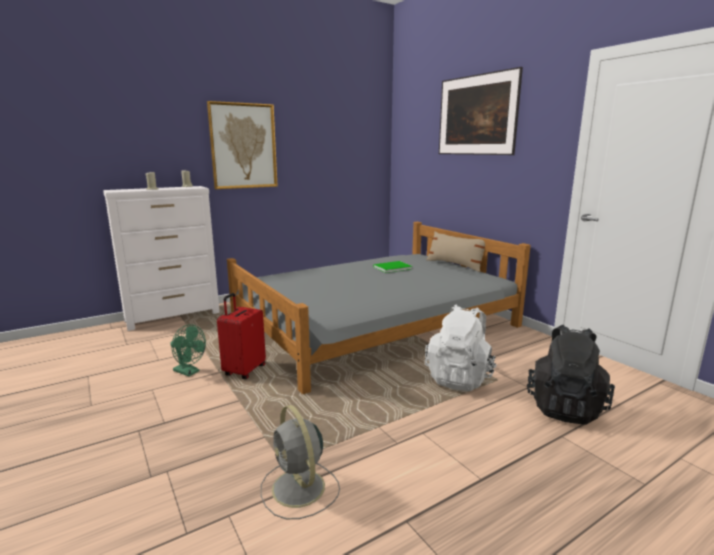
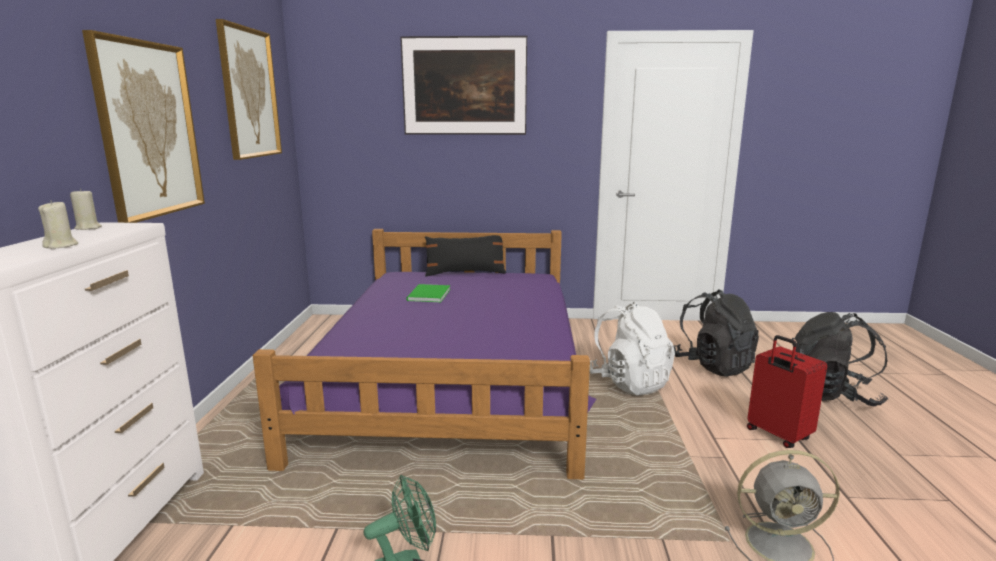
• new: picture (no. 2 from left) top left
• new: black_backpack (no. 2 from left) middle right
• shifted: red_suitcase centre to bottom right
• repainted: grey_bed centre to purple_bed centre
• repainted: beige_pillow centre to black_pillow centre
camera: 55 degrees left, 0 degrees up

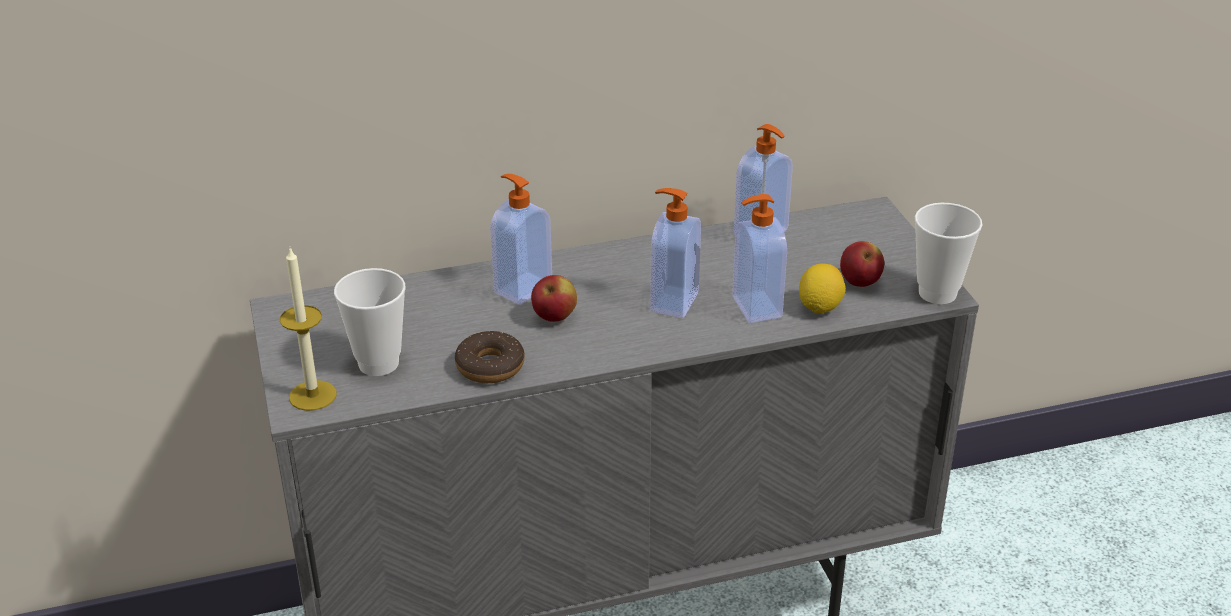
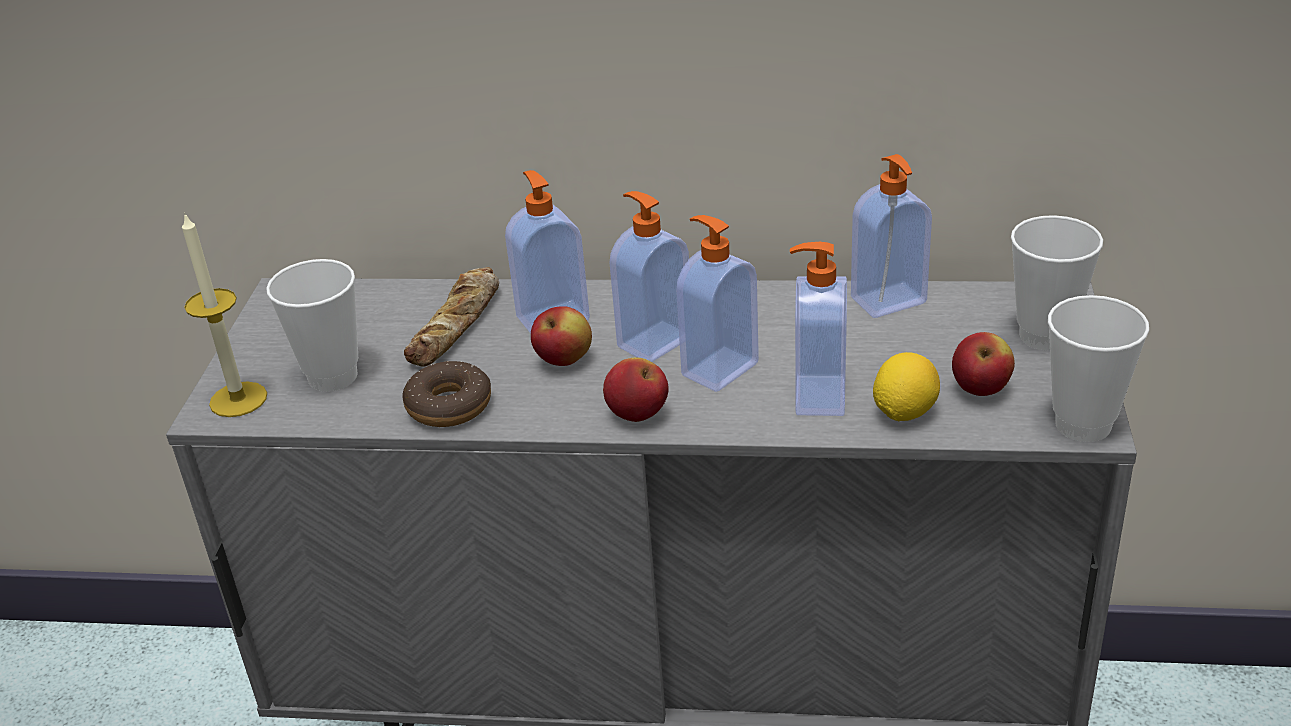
• new: bread centre
• new: apple (no. 2 from left) centre
• new: soap_dispenser (no. 2 from left) centre
• new: cup (no. 2 from left) middle right
camera: 25 degrees right, 0 degrees up

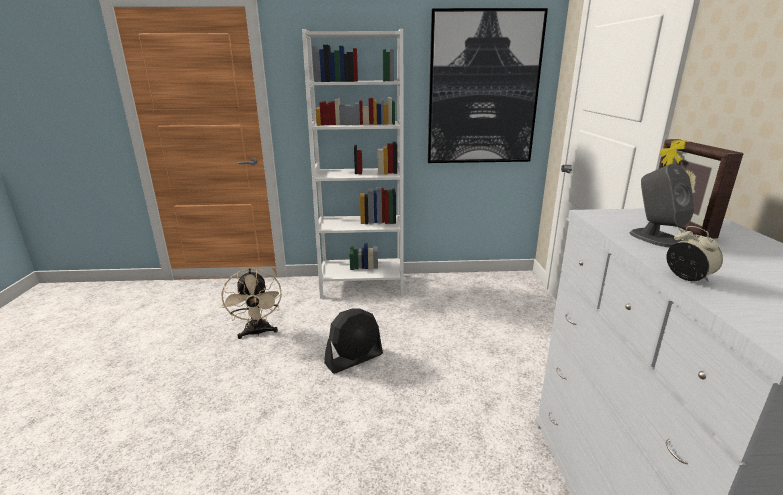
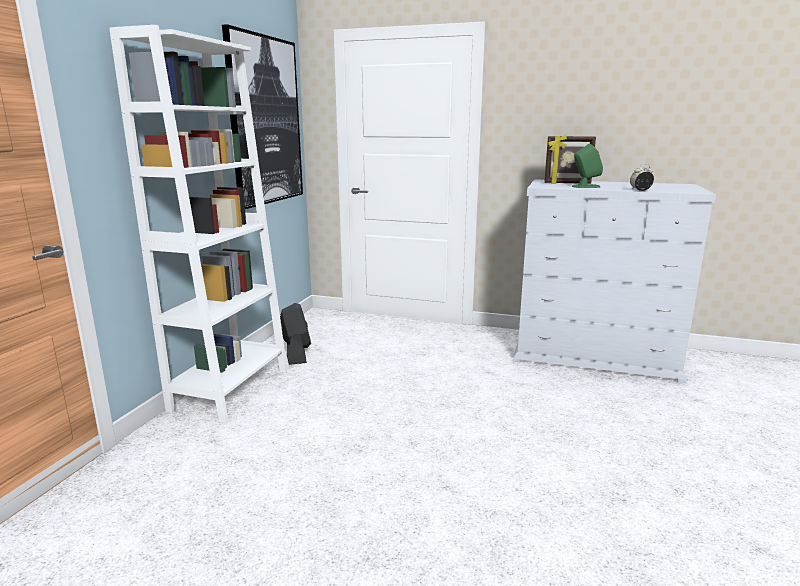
• gone: beige_fan middle left
• shifted: black_fan bottom centre to centre
• repainted: grey_speaker middle right to green_speaker top right
camera: 70 degrees left, 5 degrees down

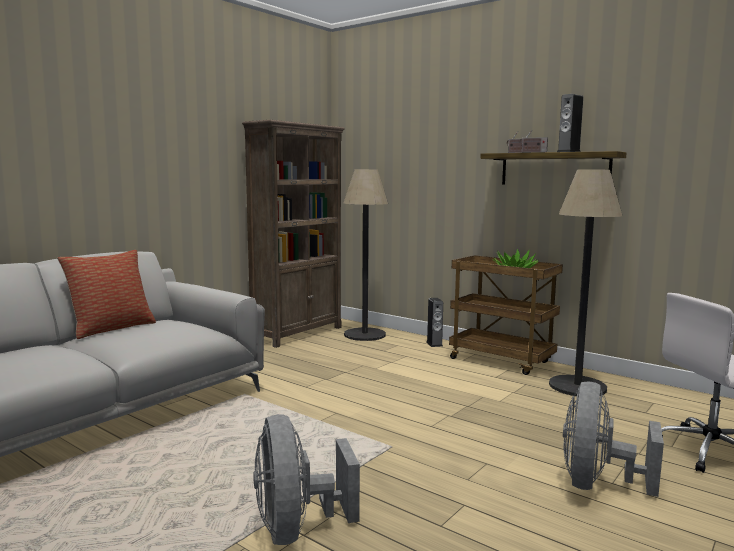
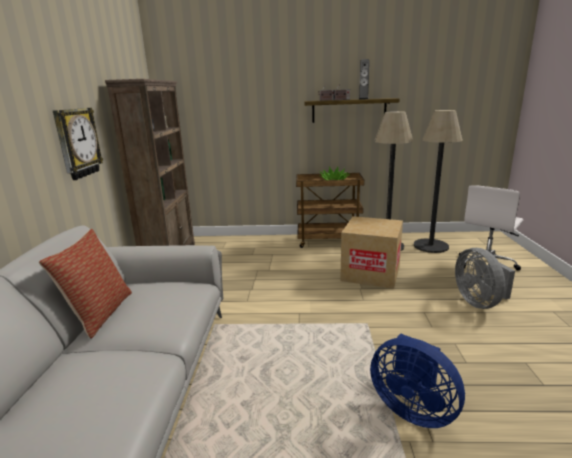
• gone: speaker (no. 1 from left) centre
• new: wall_clock top left
• new: cardboard_box centre
• shifted: floor_lamp (no. 1 from left in the first image) centre to floor_lamp (no. 2 from left) middle right
• repainted: grey_fan (no. 1 from left) bottom centre to blue_fan bottom right
camera: 35 degrees left, 10 degrees up

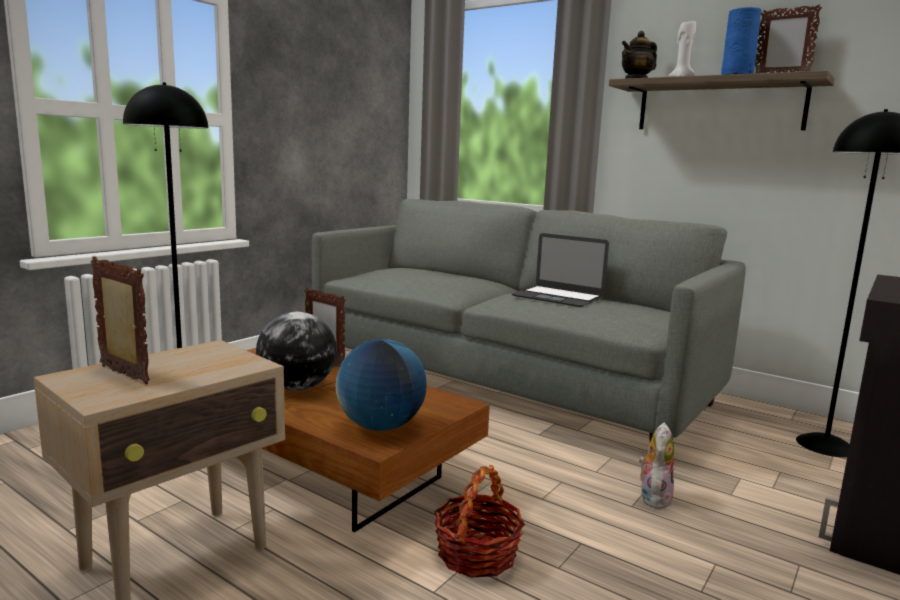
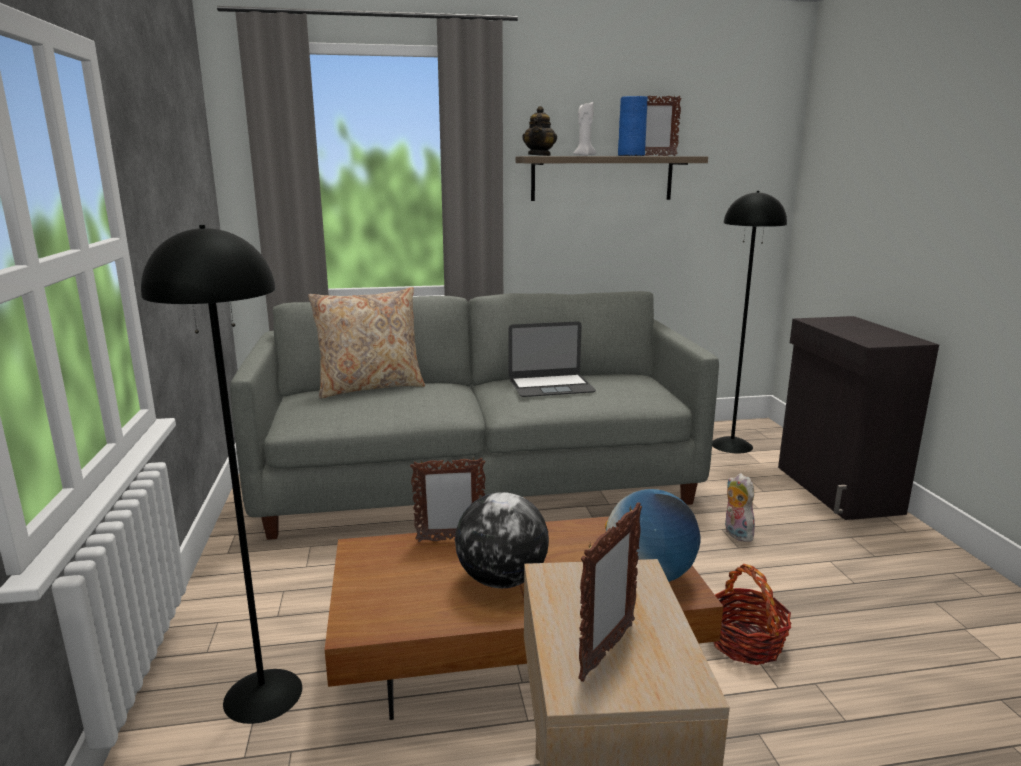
• new: beige_pillow centre
• rotated: picture_frame (no. 1 from left in the first image) middle left = bottom centre 135 degrees clockwise
camera: 45 degrees left, 5 degrees up

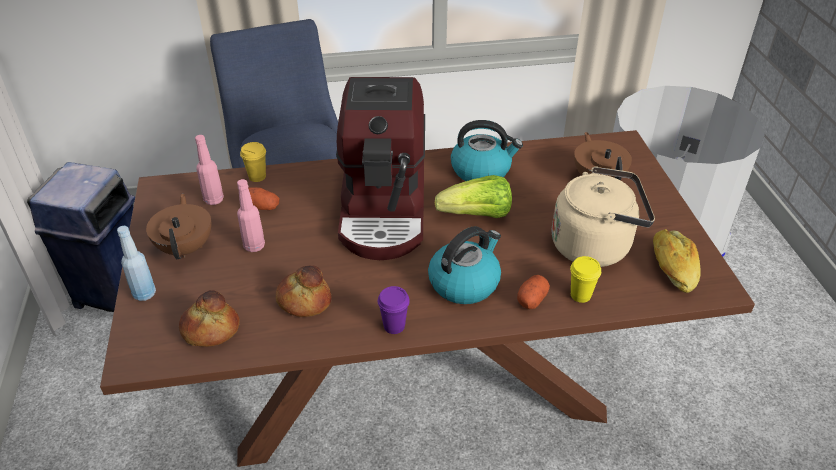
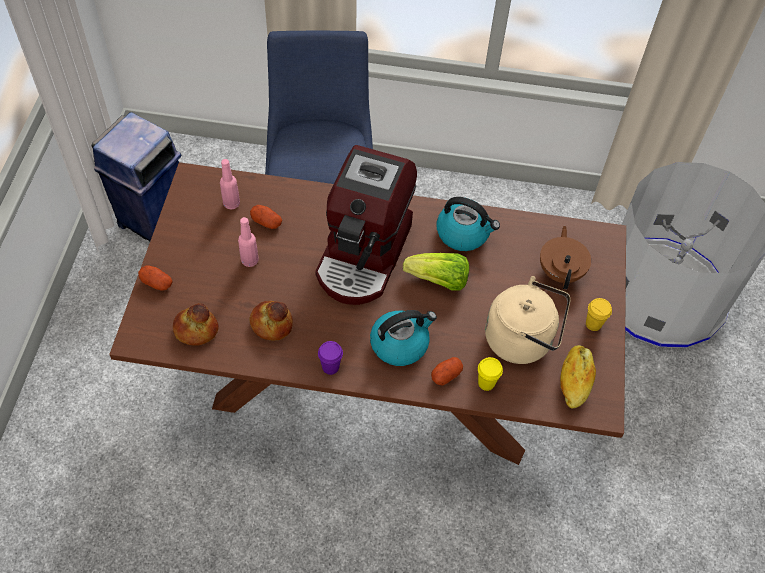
• gone: brown_teapot (no. 1 from left) middle left
• shifted: yellow_cup (no. 1 from left in the first image) middle left to yellow_cup (no. 2 from left) middle right
• swapped: blue_bottle middle left to potato (no. 1 from left) middle left
camera: 15 degrees right, 15 degrees up

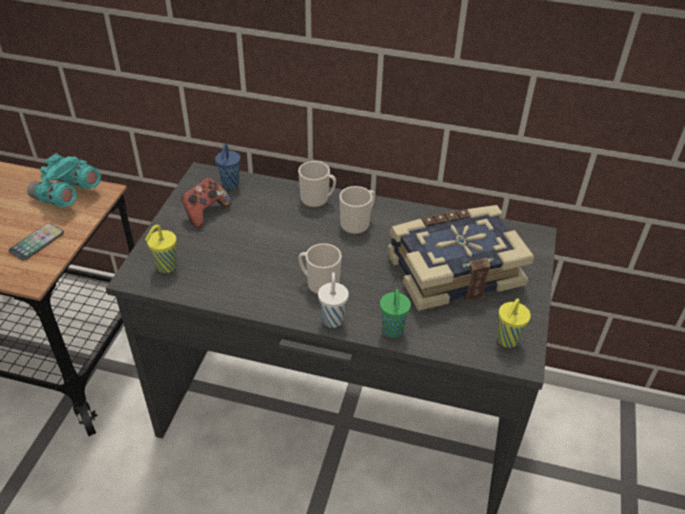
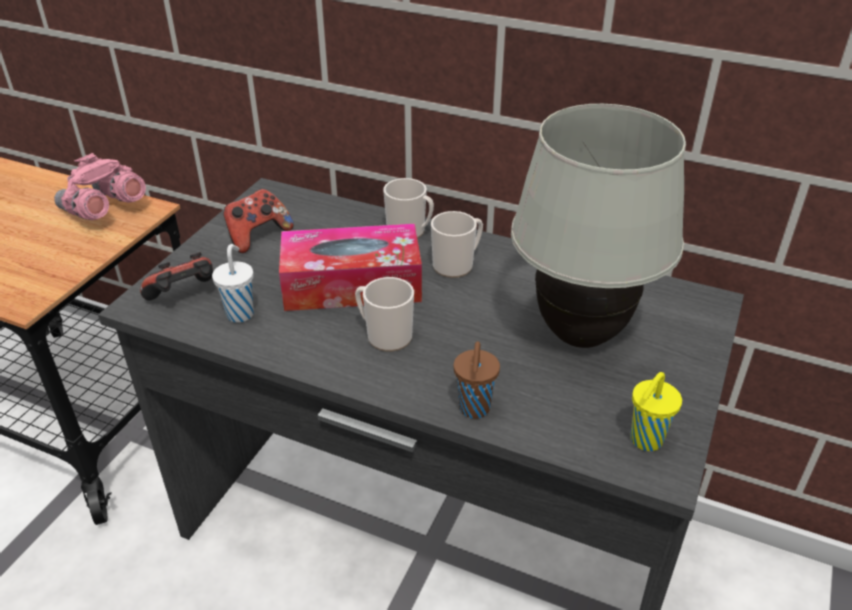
• gone: phone middle left
• gone: blue_cup top left
• new: tissue_box centre
• shifted: white_cup centre to middle left
• swapped: yellow_cup (no. 1 from left) middle left to game_controller (no. 1 from left) middle left
• swapped: book middle right to white_table_lamp middle right
• repainted: turquoise_binoculars middle left to pink_binoculars top left
• repainted: green_cup centre to brown_cup centre
camera: 10 degrees right, 5 degrees down

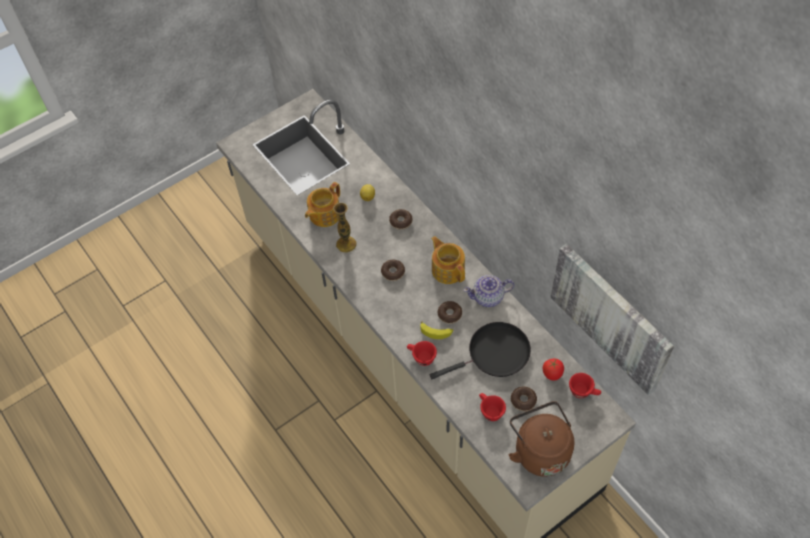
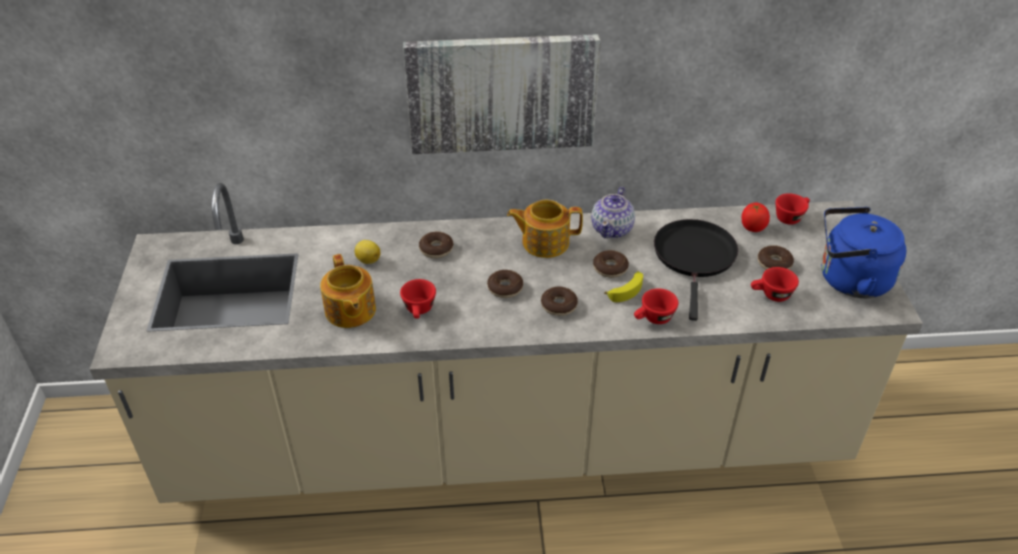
• new: donut (no. 3 from left) centre
• shifted: picture middle right to top centre
• swapped: vase centre to red_cup (no. 1 from left) centre
• repainted: brown_kettle bottom right to blue_kettle middle right
camera: 60 degrees left, 15 degrees down

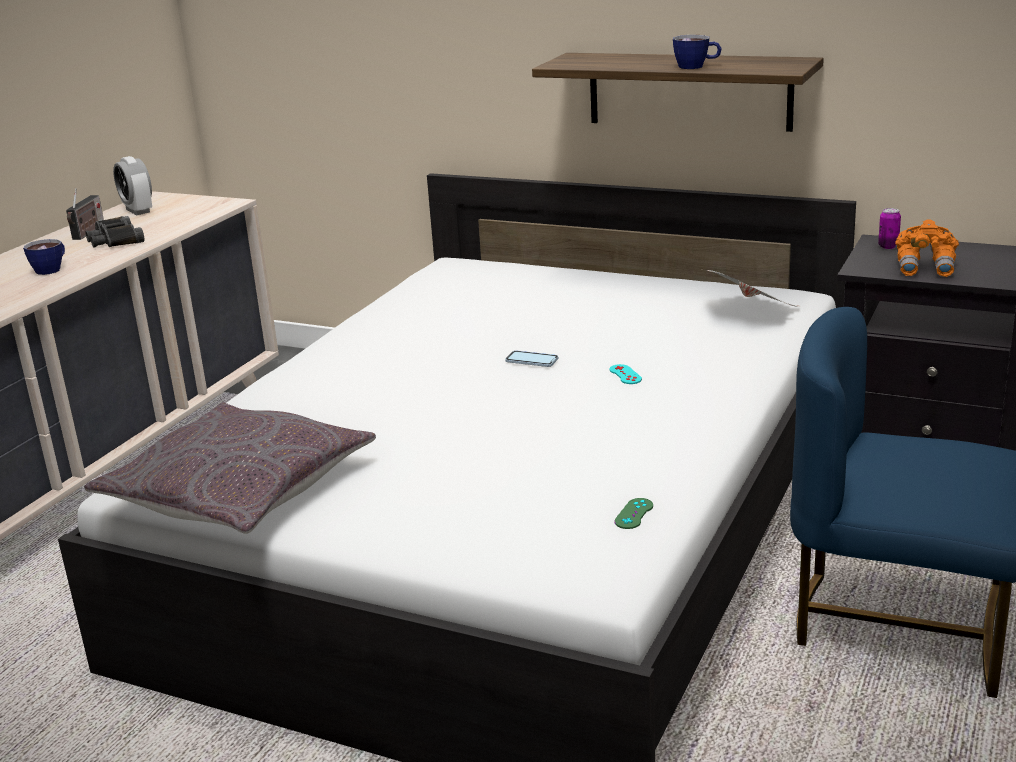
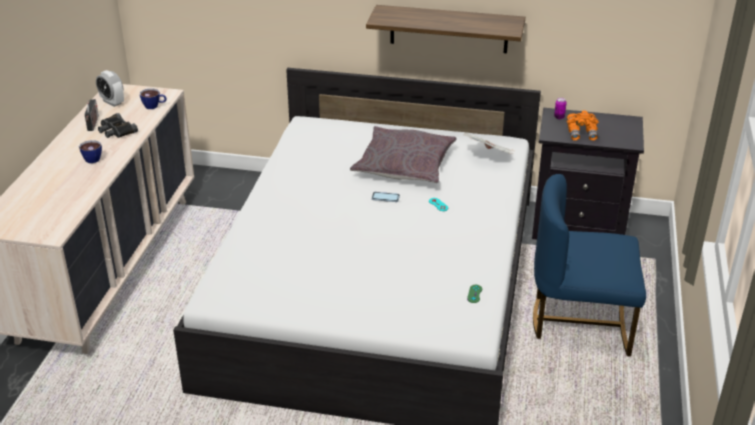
• shifted: grey_pillow middle left to centre
• shifted: cup (no. 2 from left) top right to top left
camera: 15 degrees left, 10 degrees up

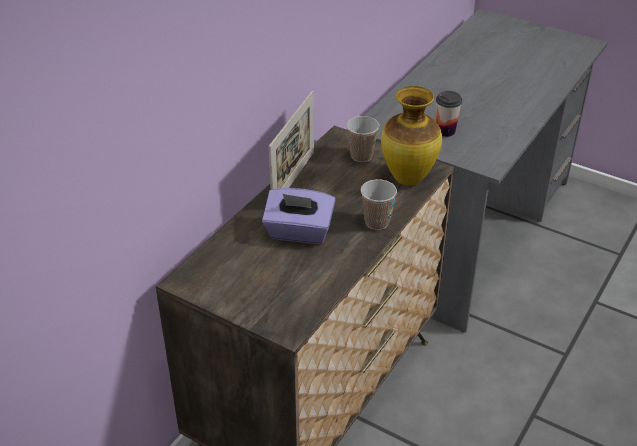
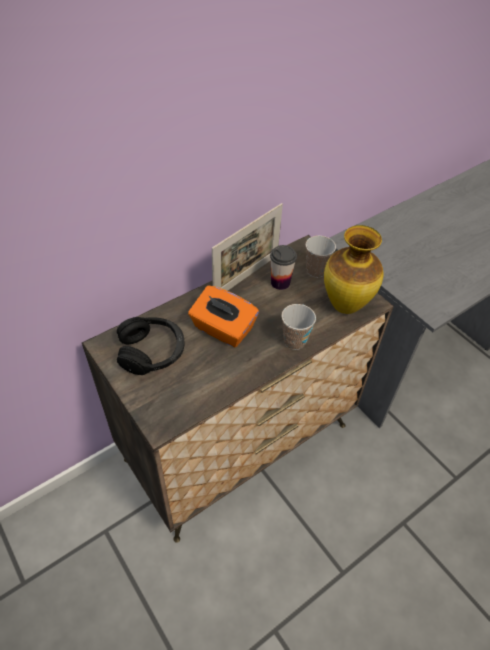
• new: black_headphones middle left
• shifted: cup (no. 3 from left in the first image) top right to cup (no. 1 from left) centre
• repainted: purple_tissue_box centre to orange_tissue_box centre
camera: 20 degrees right, 10 degrees up

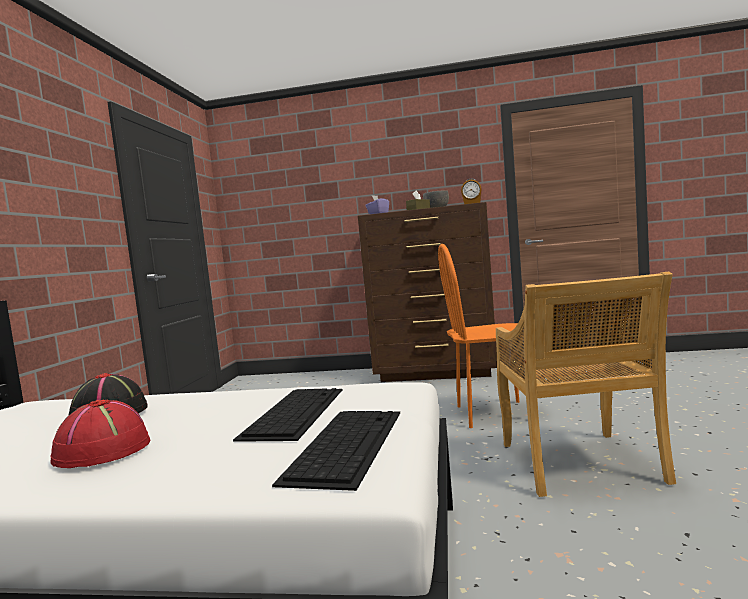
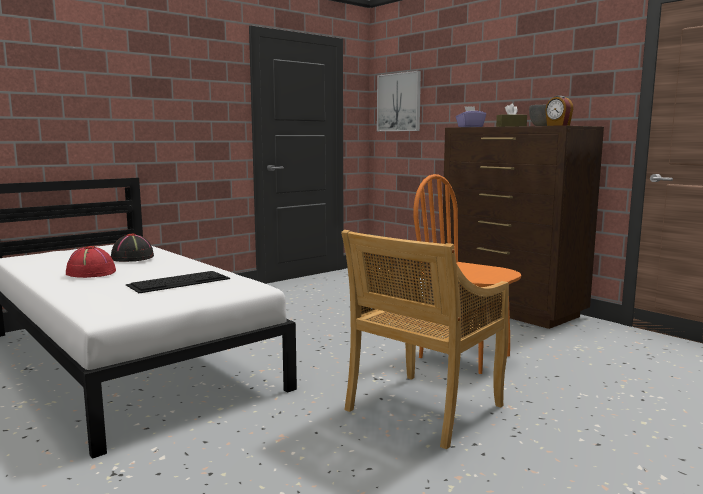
• gone: keyboard (no. 2 from left) bottom centre
• new: picture top centre
camera: 40 degrees right, 5 degrees up

